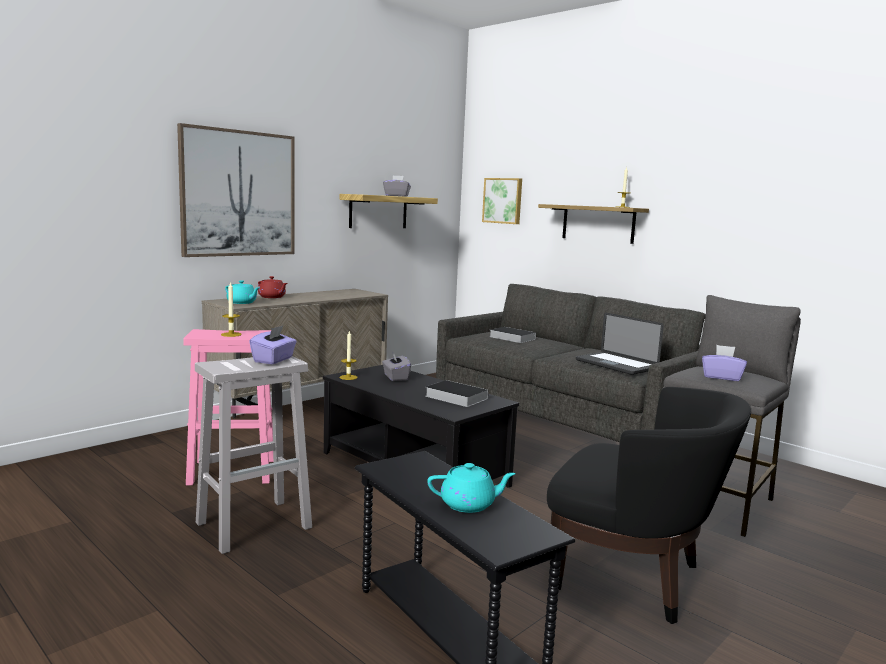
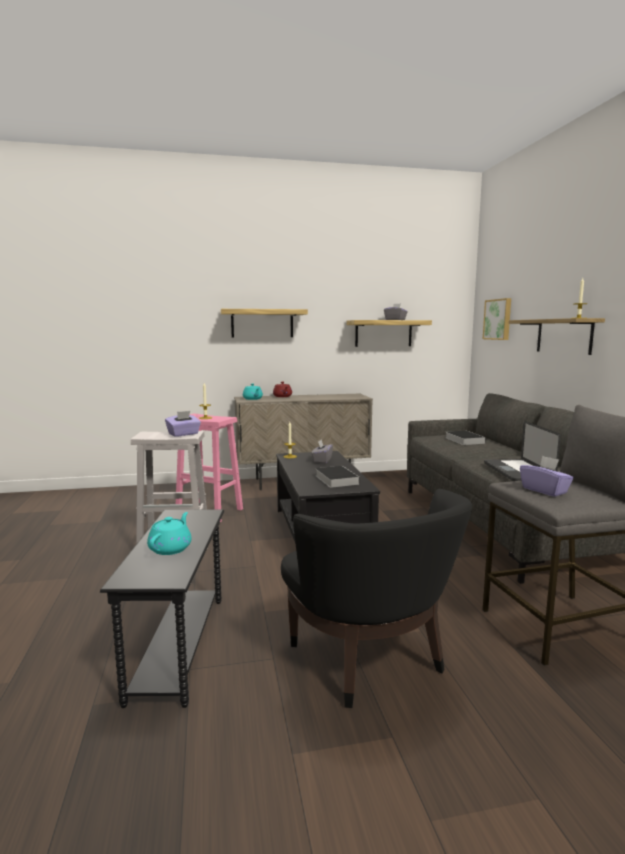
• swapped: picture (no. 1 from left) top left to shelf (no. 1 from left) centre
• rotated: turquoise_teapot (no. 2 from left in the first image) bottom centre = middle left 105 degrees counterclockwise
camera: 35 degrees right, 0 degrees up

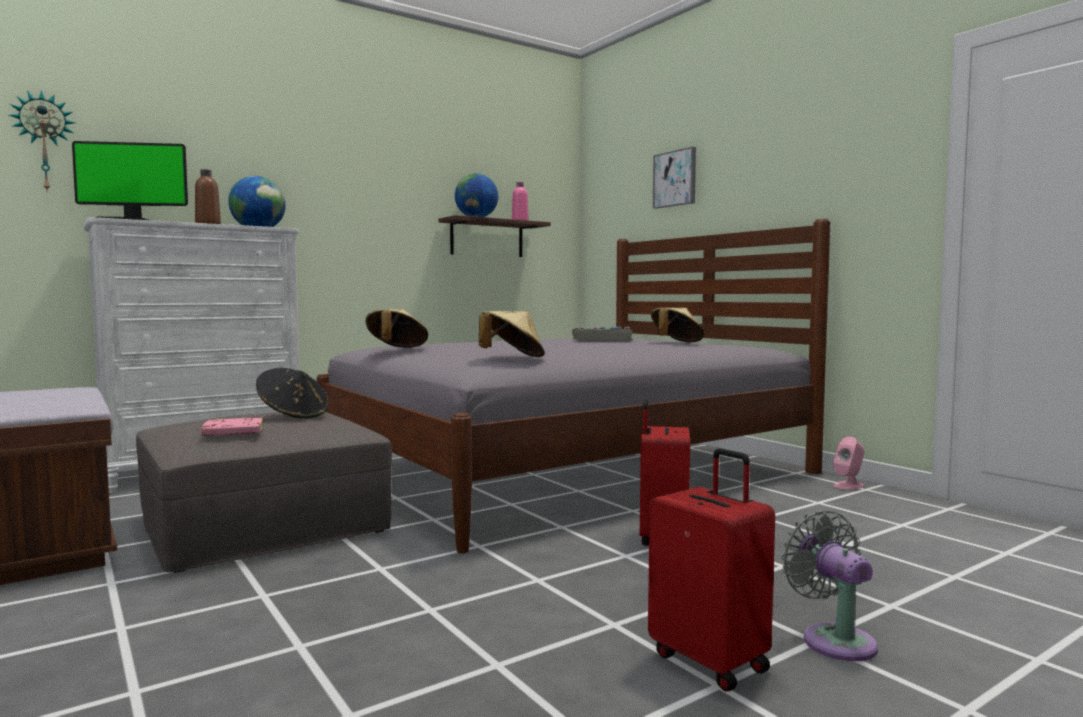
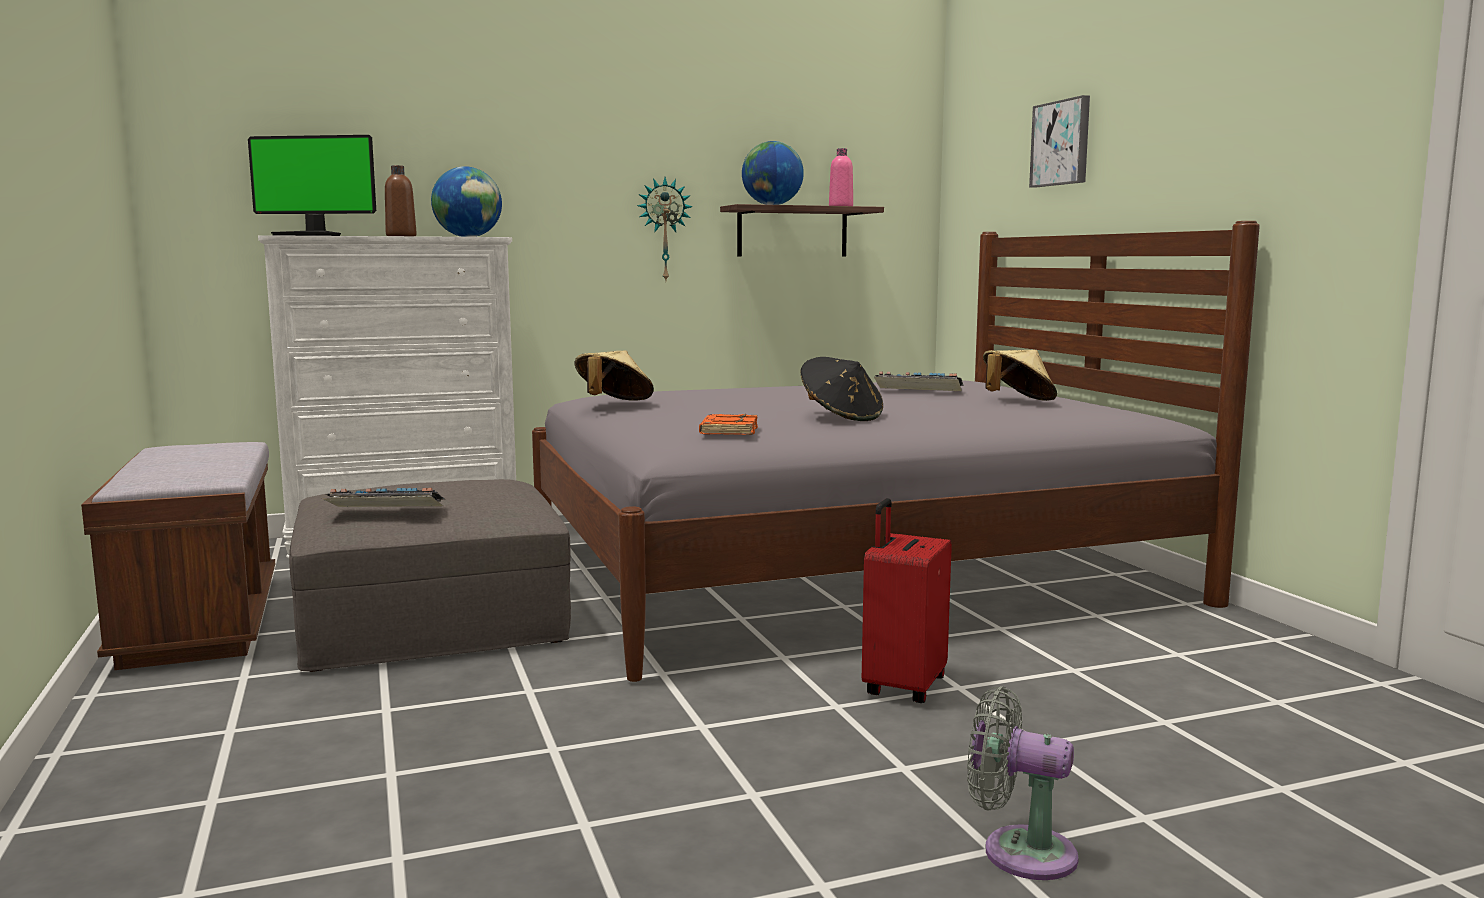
• gone: red_suitcase (no. 2 from left) bottom centre
• gone: pink_speaker middle right
• shifted: wall_clock top left to top centre
• shifted: black_hat middle left to centre
• swapped: pink_book middle left to keyboard (no. 1 from left) middle left
• swapped: beige_hat (no. 2 from left) centre to orange_book centre
• rotated: grey_fan bottom right = bottom right 60 degrees counterclockwise
camera: 15 degrees right, 5 degrees up

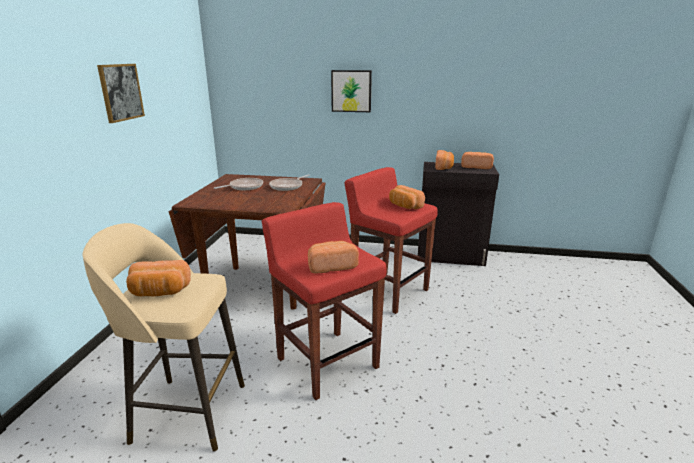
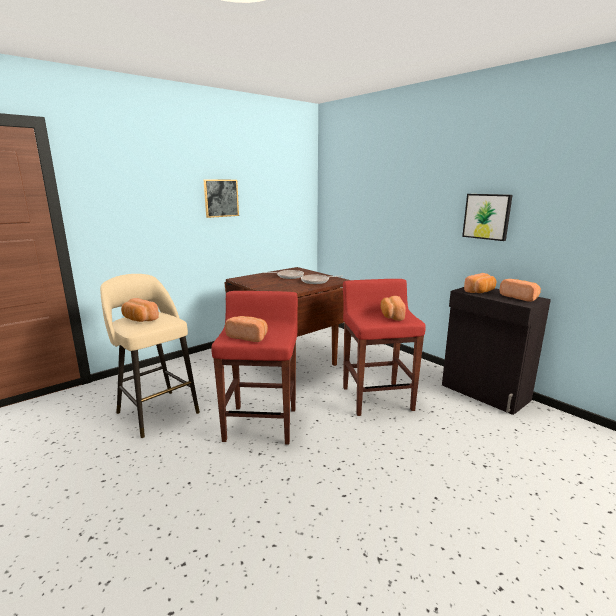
• shifted: picture (no. 2 from left) top centre to middle right
camera: 40 degrees right, 5 degrees down

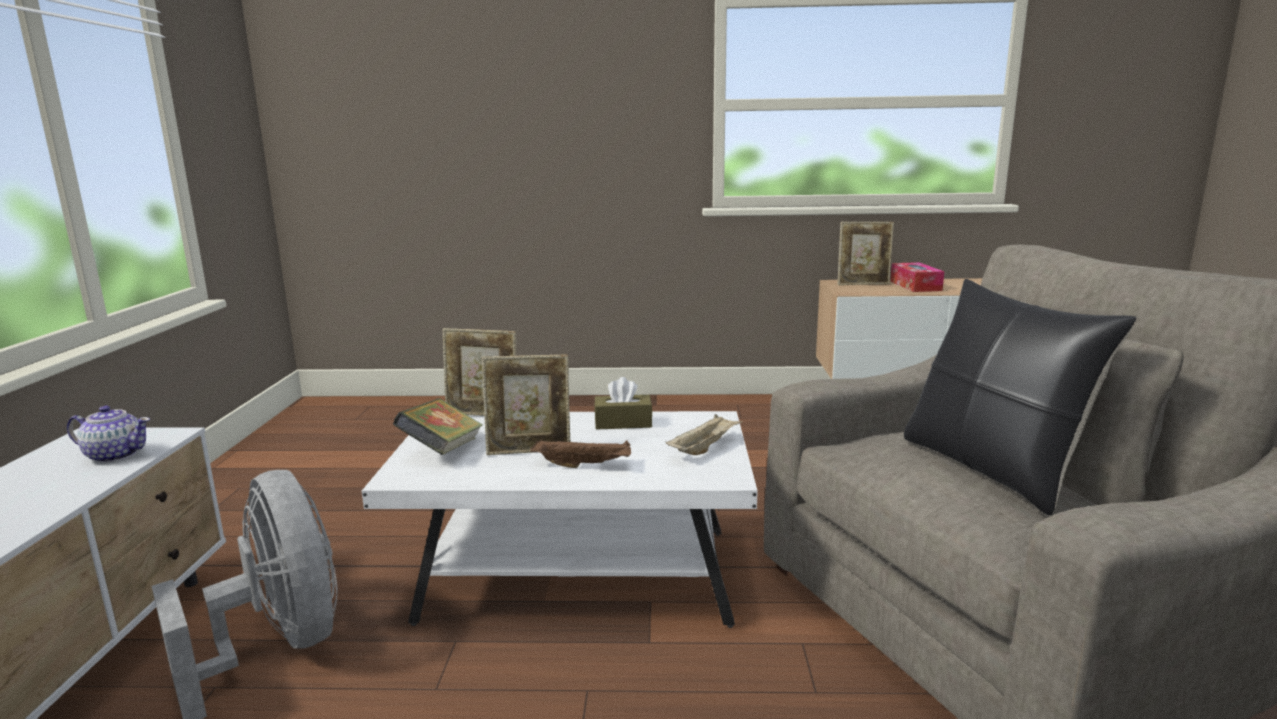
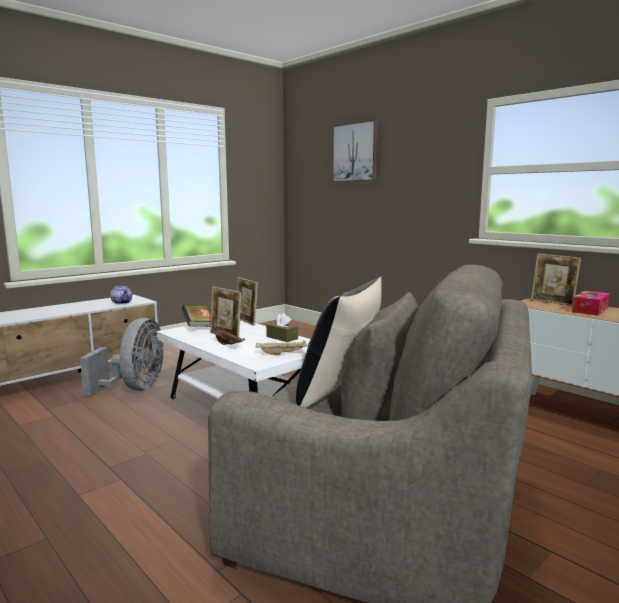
• new: picture top centre
camera: 45 degrees right, 5 degrees down

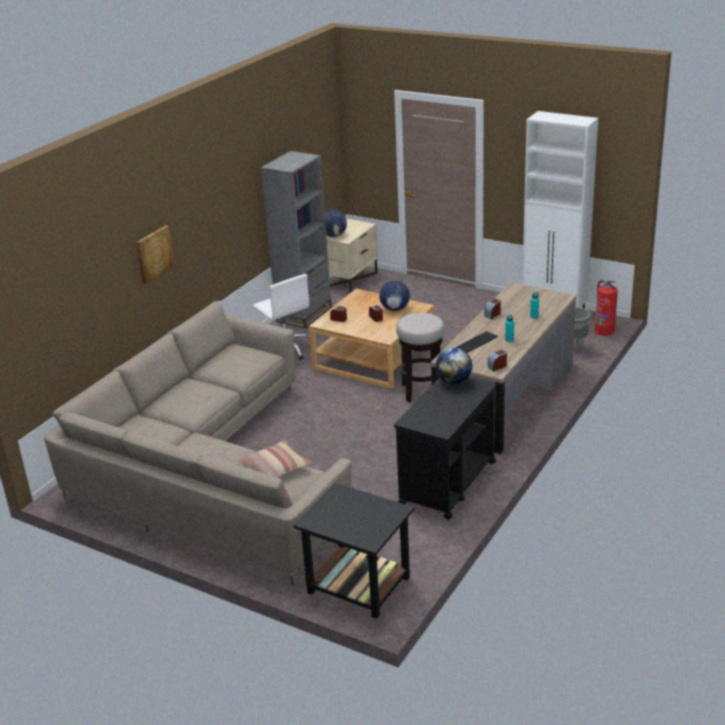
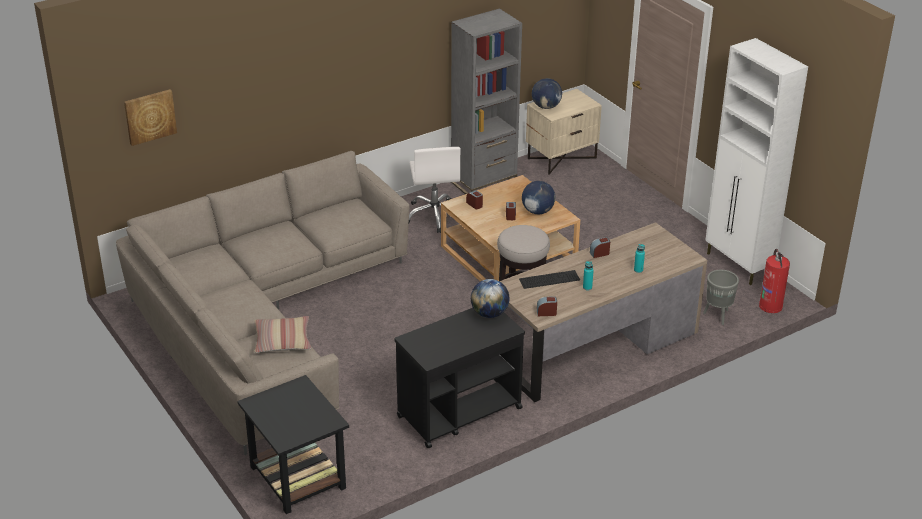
• shifted: picture middle left to top left
camera: 25 degrees right, 5 degrees up

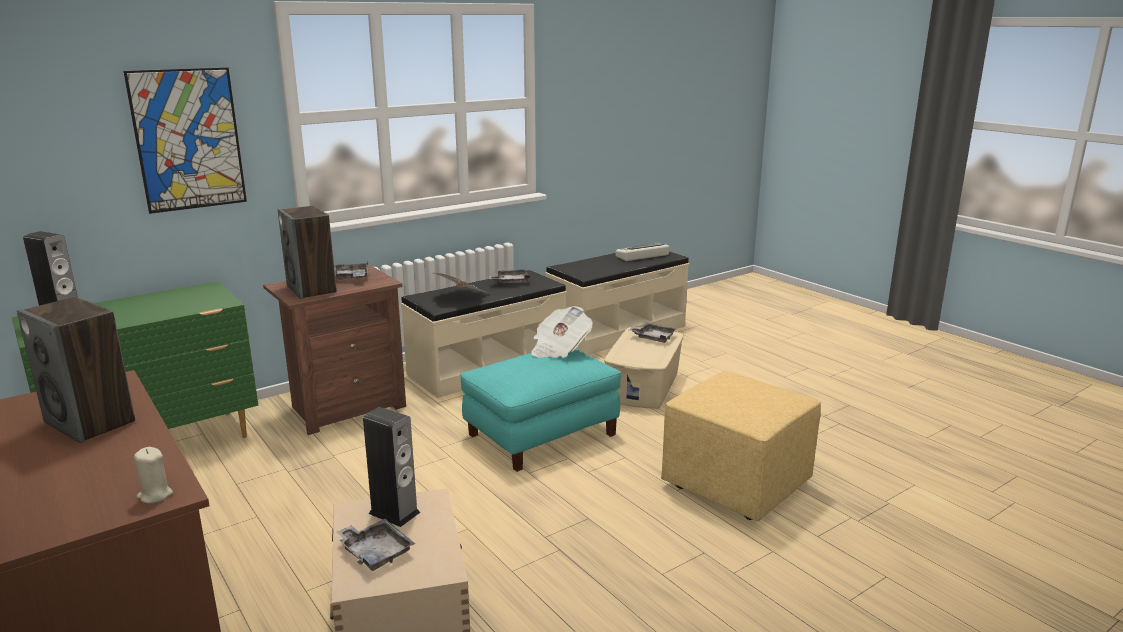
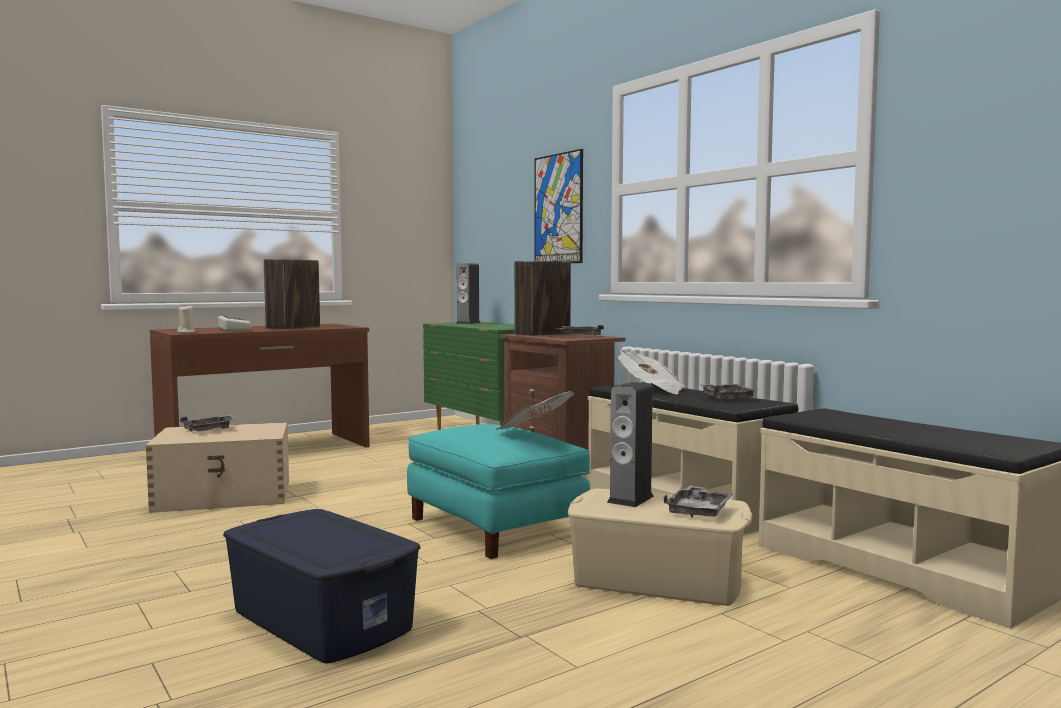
• shifted: speaker (no. 4 from left) bottom centre to centre
• shifted: keyboard centre to middle left
• swapped: yellow_ottoman bottom centre to blue_storage_box bottom left
camera: 90 degrees right, 15 degrees down

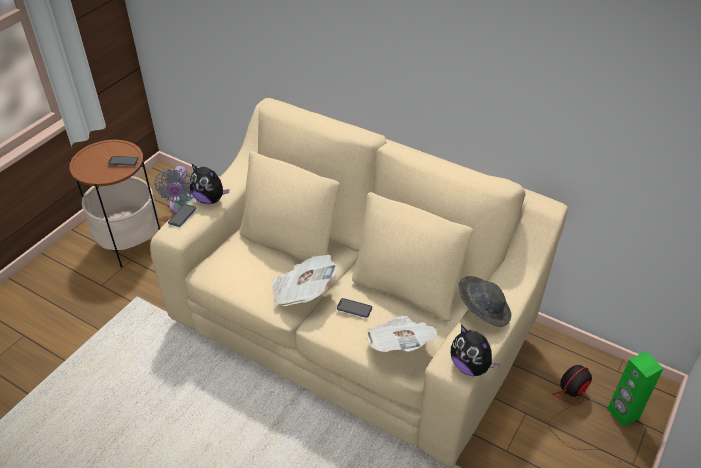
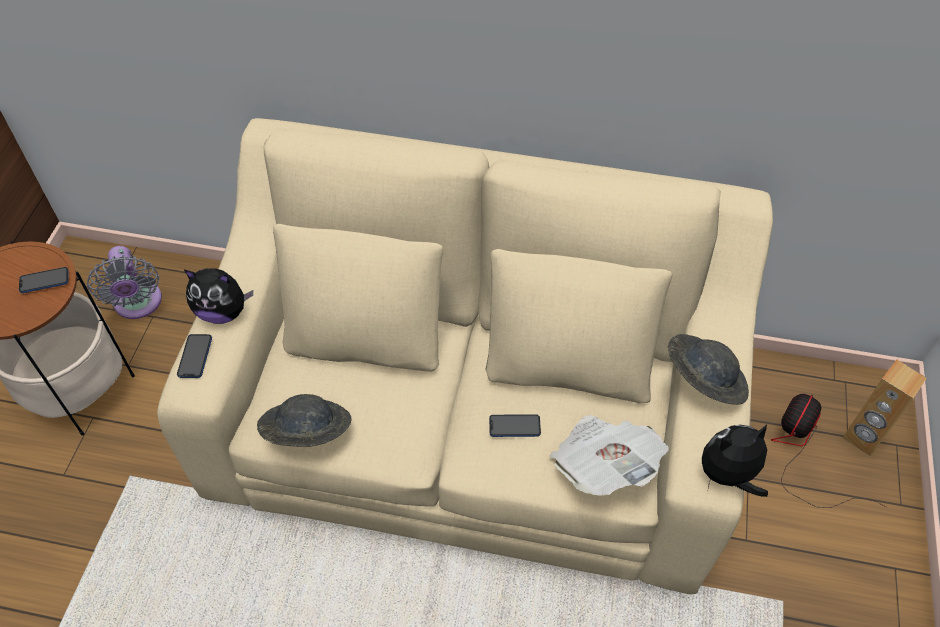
• gone: newspaper (no. 1 from left) centre
• new: grey_hat (no. 1 from left) bottom left
• repainted: green_speaker bottom right to brown_speaker middle right
• rotated: plush_toy (no. 2 from left) bottom right = bottom right 135 degrees clockwise
camera: 20 degrees left, 10 degrees up

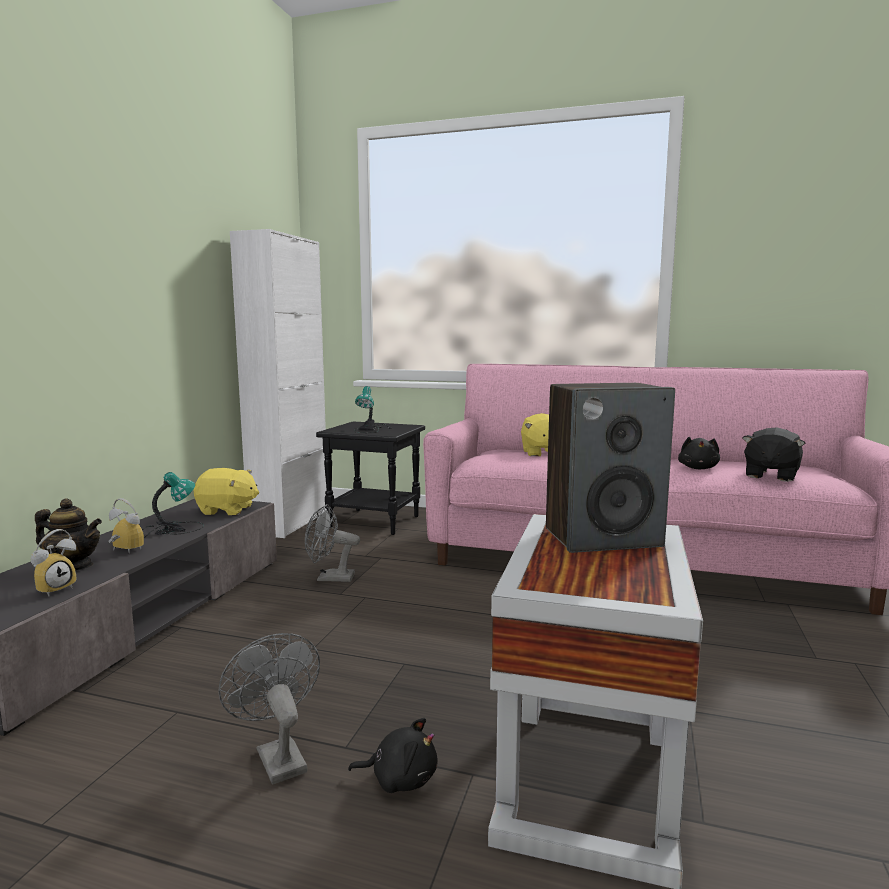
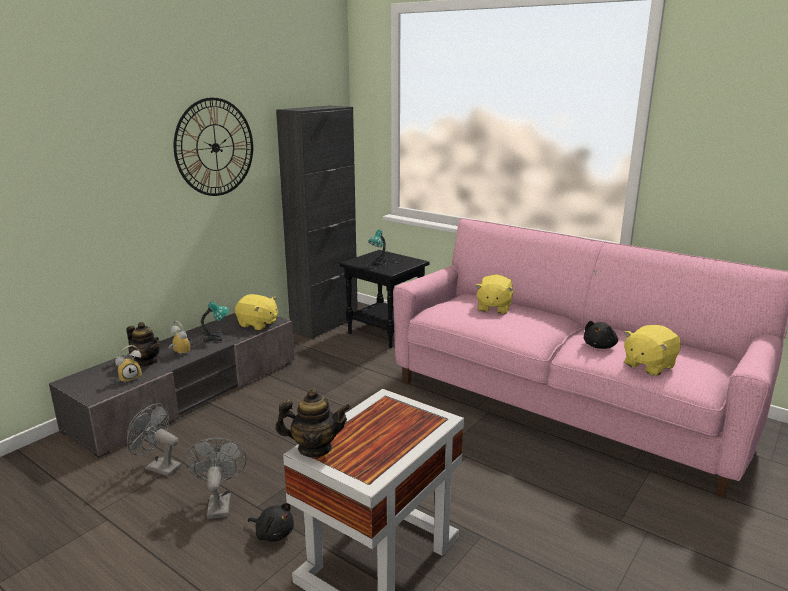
• gone: speaker middle right
• new: wall_clock top left
• new: teapot (no. 2 from left) bottom centre
• shifted: grey_fan (no. 2 from left in the first image) centre to grey_fan (no. 1 from left) bottom left
• repainted: white_cabinet middle left to black_cabinet centre
• repainted: black_plush_toy (no. 3 from left) middle right to yellow_plush_toy (no. 3 from left) middle right
camera: 20 degrees right, 10 degrees up

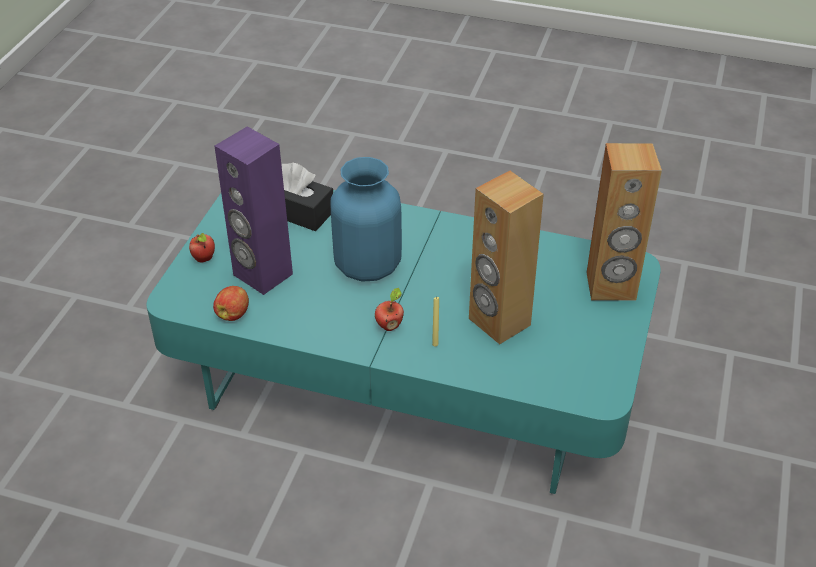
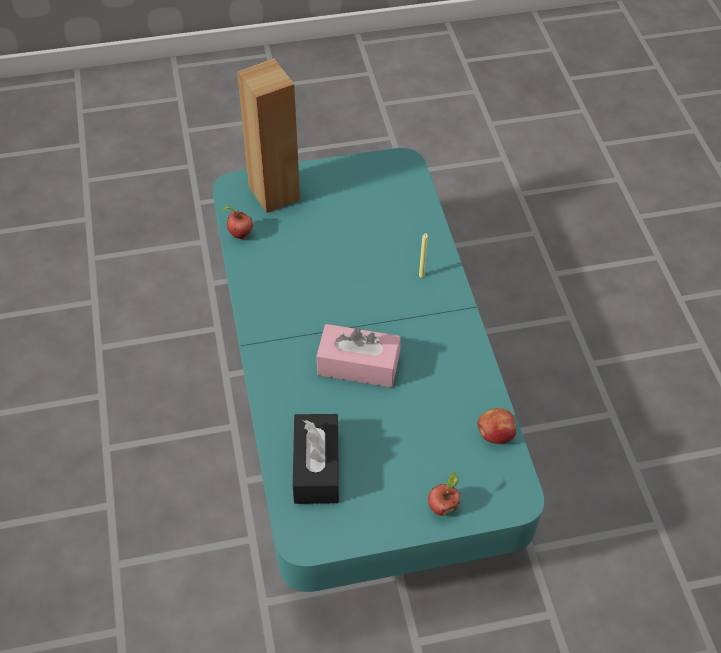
• gone: purple_speaker middle left
• gone: brown_speaker (no. 1 from left) centre
• shifted: apple (no. 3 from left in the first image) centre to apple (no. 1 from left) middle left
• swapped: blue_vase centre to pink_tissue_box centre
camera: 120 degrees left, 10 degrees up

